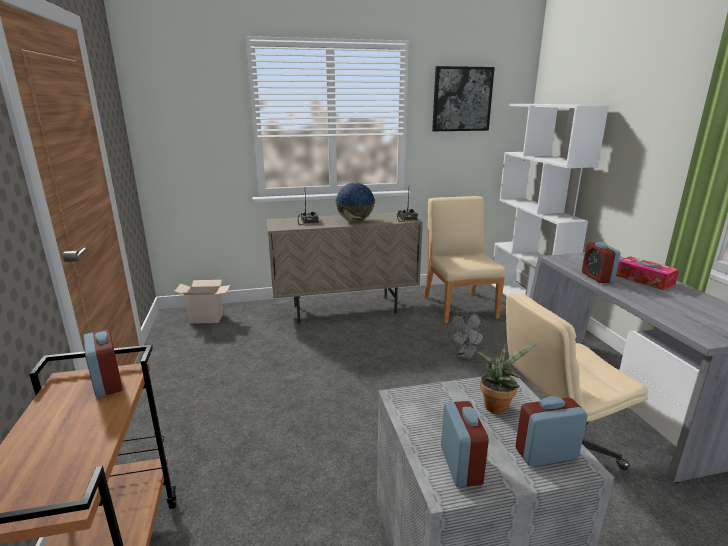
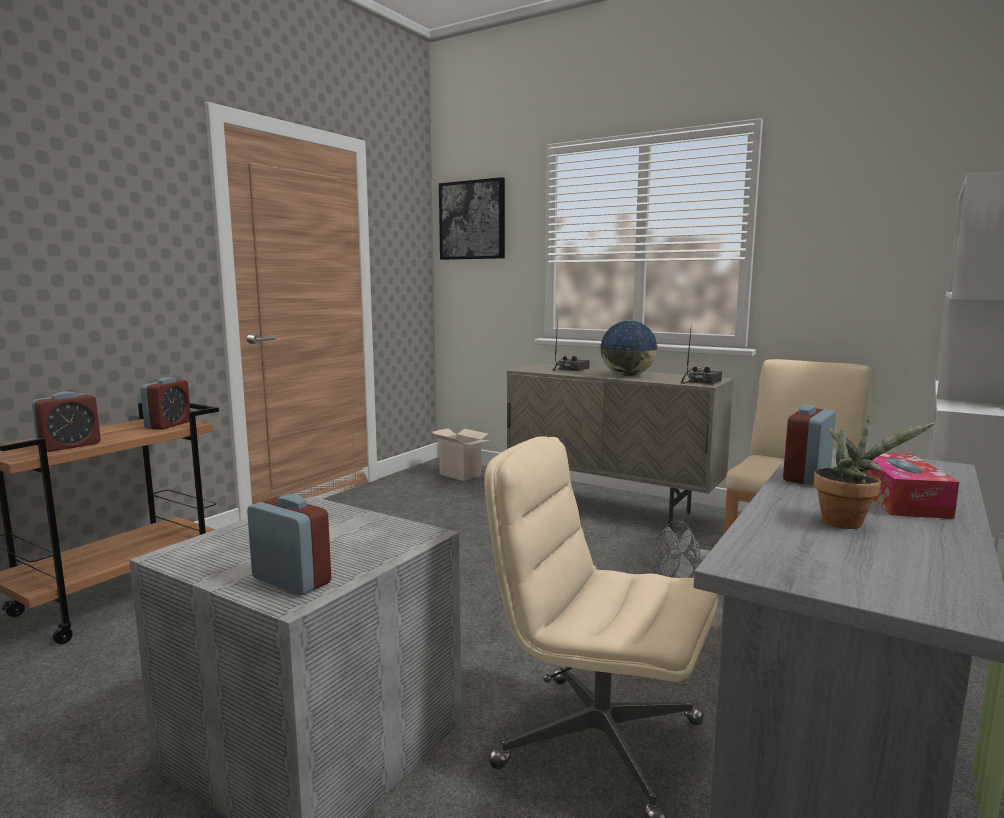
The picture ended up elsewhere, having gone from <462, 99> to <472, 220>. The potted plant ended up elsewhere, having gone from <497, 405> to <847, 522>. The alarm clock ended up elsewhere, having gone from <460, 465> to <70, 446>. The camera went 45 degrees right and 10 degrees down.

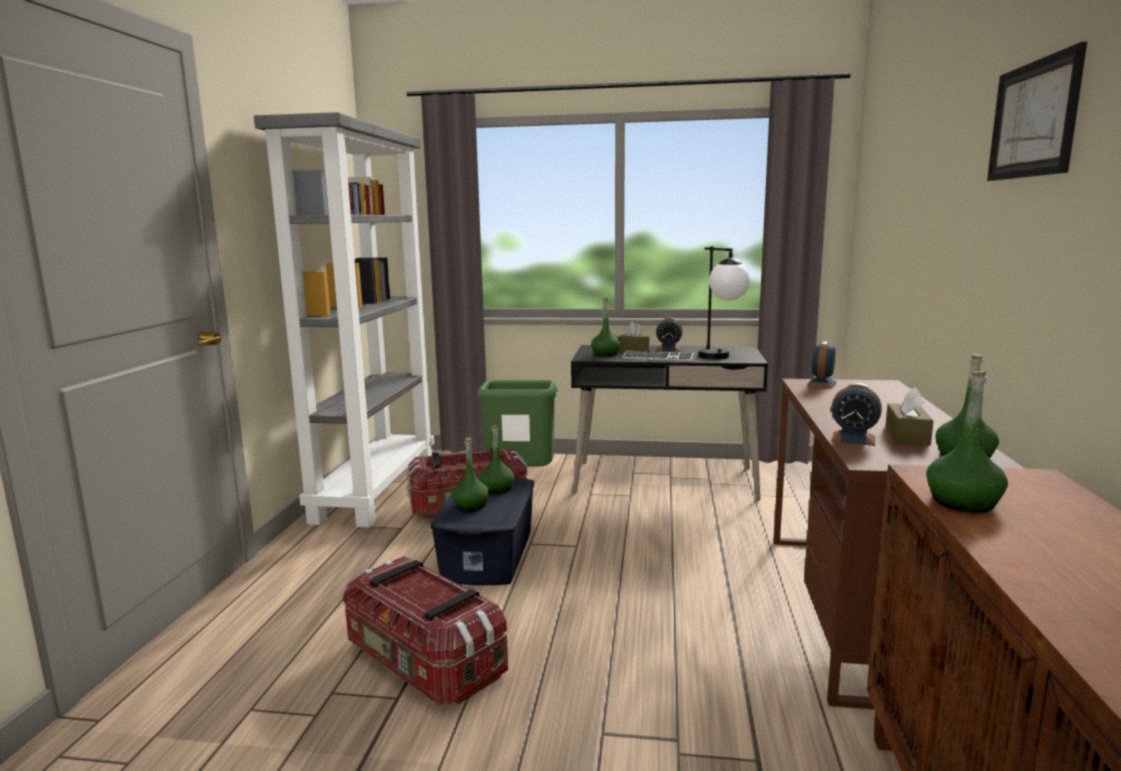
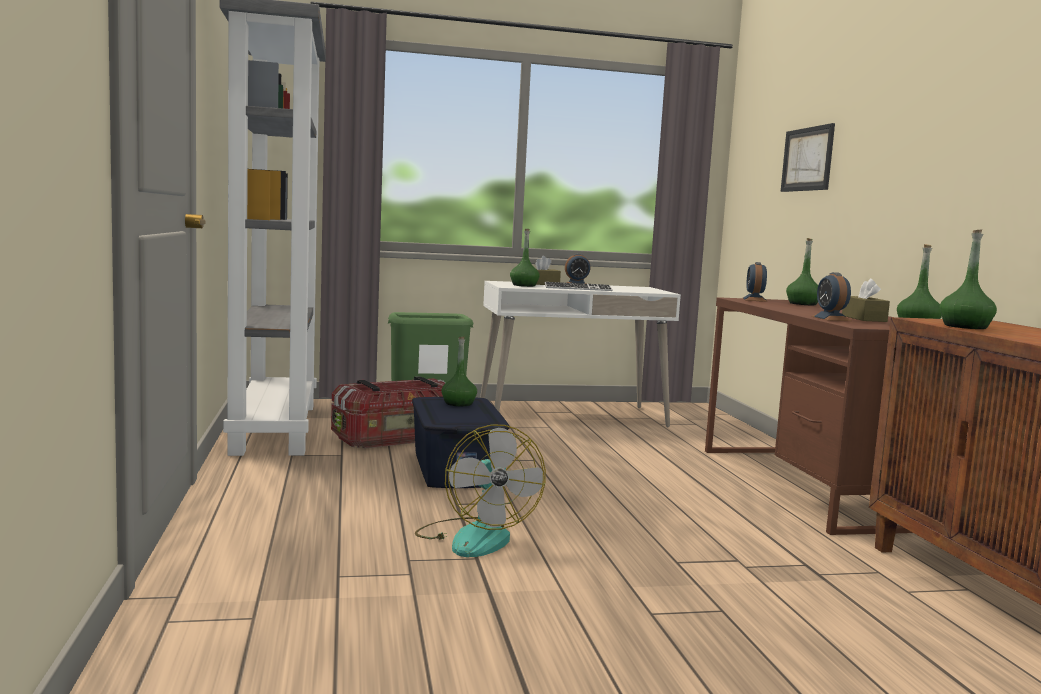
The picture ended up elsewhere, having gone from <1034, 119> to <807, 159>. The second view lost the table lamp at <721, 358>. What was the black desk at <664, 480> turned into the white desk at <571, 416>. The alarm clock at <853, 439> ended up facing another way, 75 degrees clockwise from before. The green bottle ended up elsewhere, having gone from <471, 505> to <803, 304>. Where the storage box stood at <423, 663>, the fan came to stand at <475, 537>. The camera went 20 degrees left and 5 degrees down.

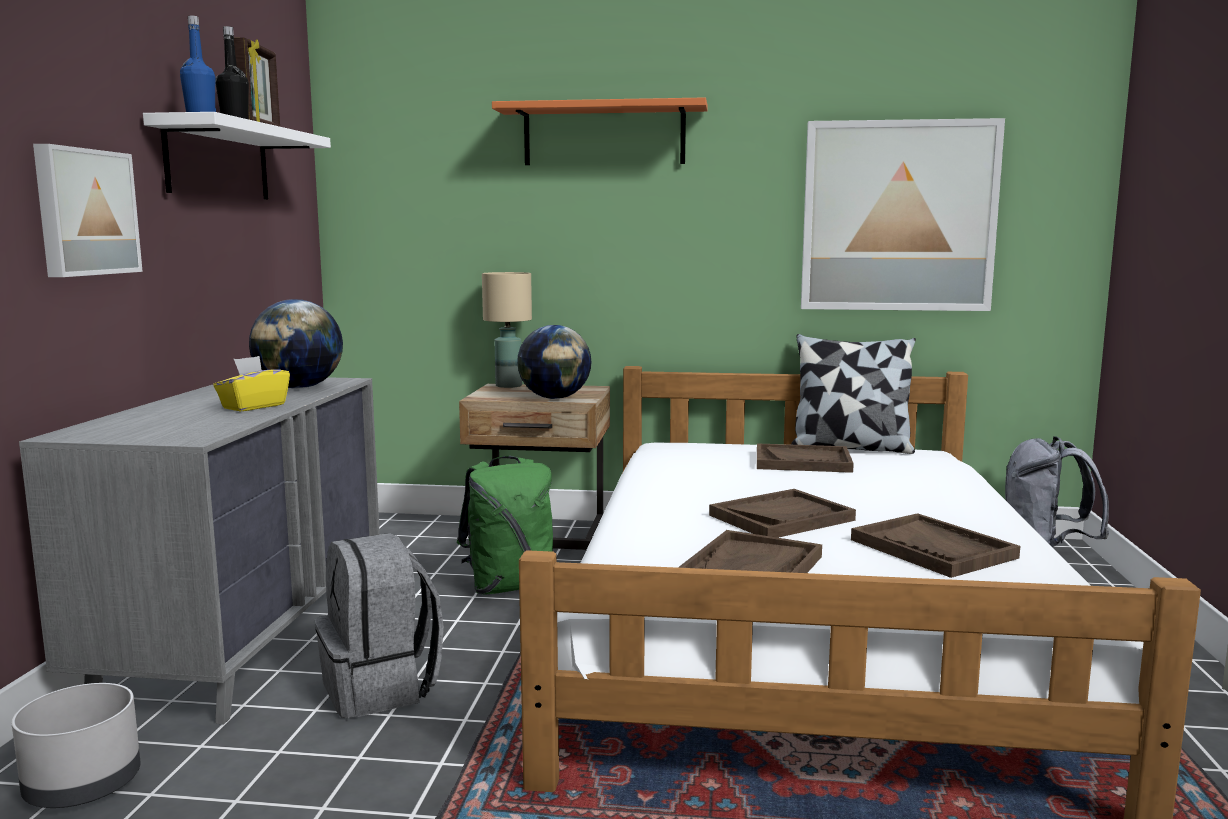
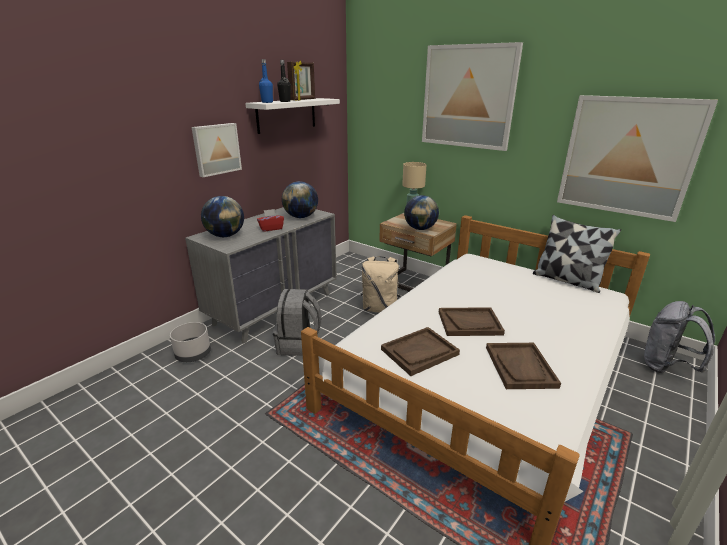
Where the orange shelf hung at <604, 135>, the picture came to hang at <468, 97>. What was the yellow tissue box at <253, 406> turned into the red tissue box at <271, 228>. The second view lost the brown tray at <803, 461>. What was the green backpack at <509, 586> turned into the beige backpack at <380, 308>. The second view gained the globe at <225, 235>. The camera went 30 degrees right and 15 degrees up.

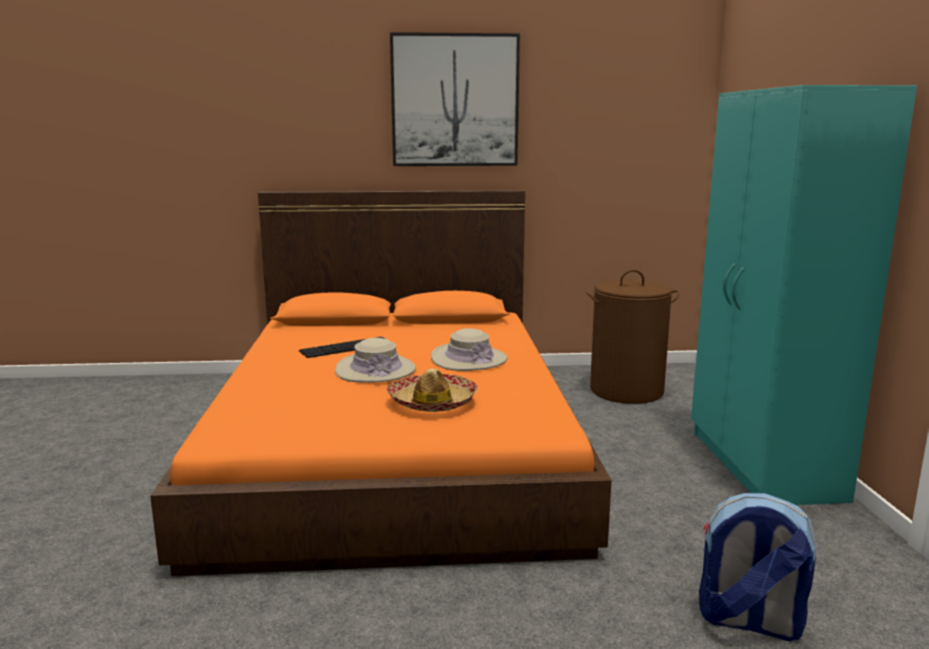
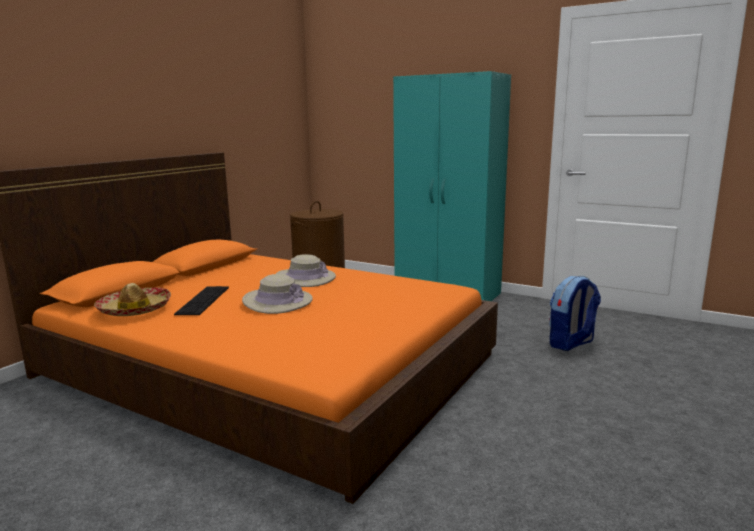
The second view lost the picture at <455, 101>. The hat ended up elsewhere, having gone from <432, 402> to <135, 309>. The camera went 55 degrees left and 0 degrees up.

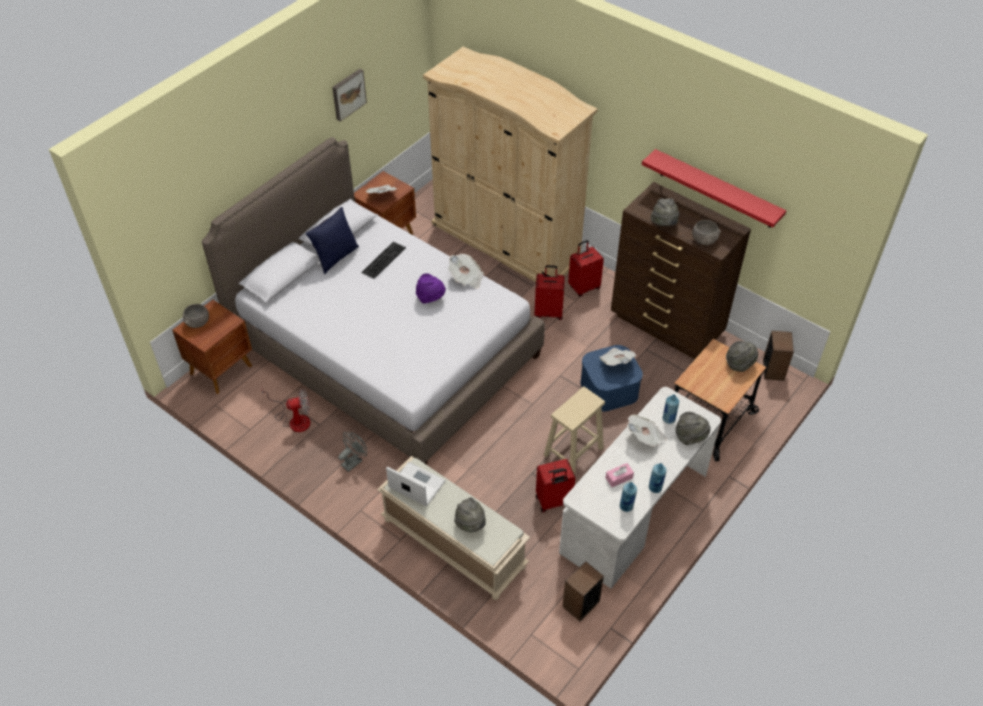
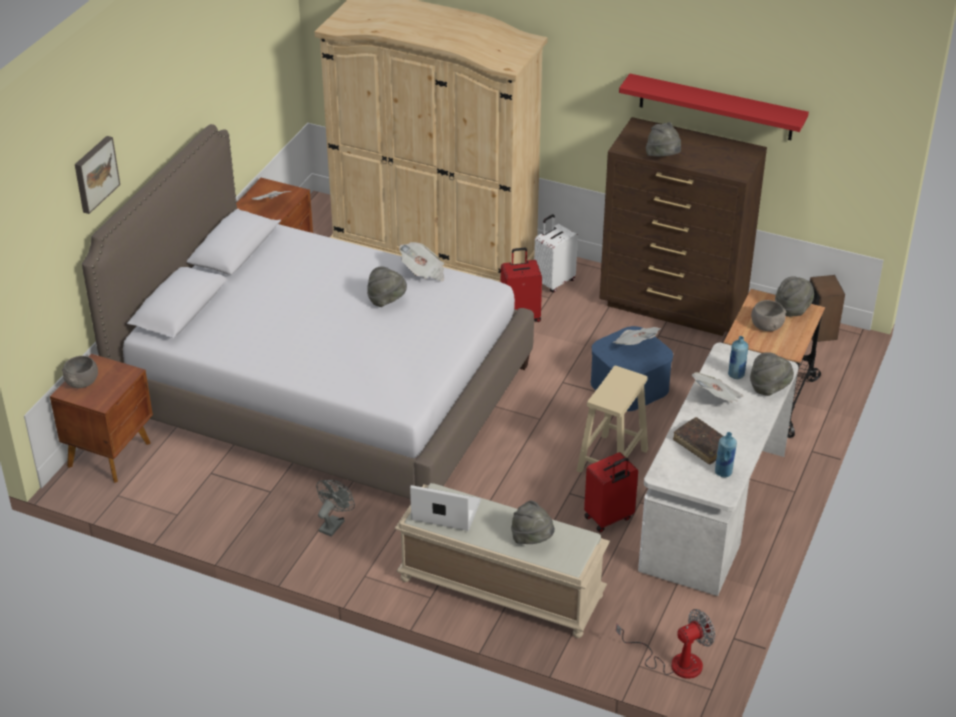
The picture ended up elsewhere, having gone from <348, 94> to <94, 174>. The second view lost the blue pillow at <335, 257>. The grey bowl ended up elsewhere, having gone from <704, 240> to <767, 326>. What was the red suitcase at <584, 287> turned into the white suitcase at <554, 282>. The second view lost the keyboard at <383, 259>. What was the purple hat at <430, 298> turned into the grey hat at <386, 301>. The fan ended up elsewhere, having gone from <294, 420> to <674, 662>. Where the pink tissue box stood at <619, 478>, the brown book came to stand at <702, 445>. The second view lost the blue bottle at <655, 487>. The second view lost the speaker at <580, 604>. The camera went 15 degrees left and 10 degrees down.

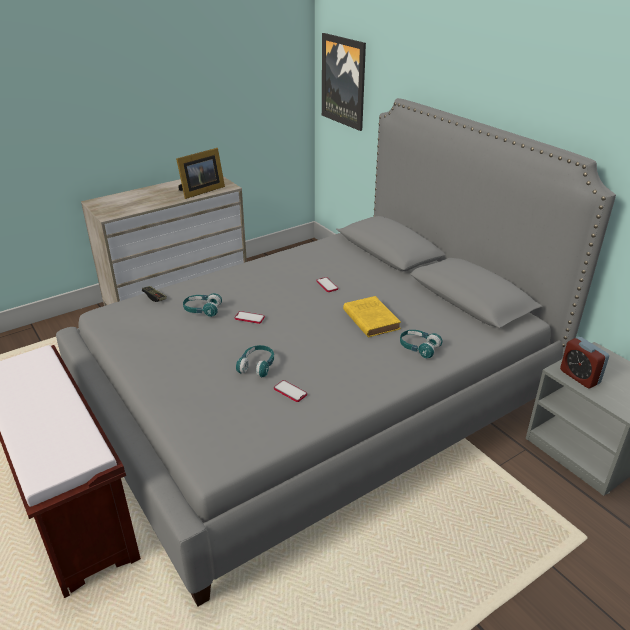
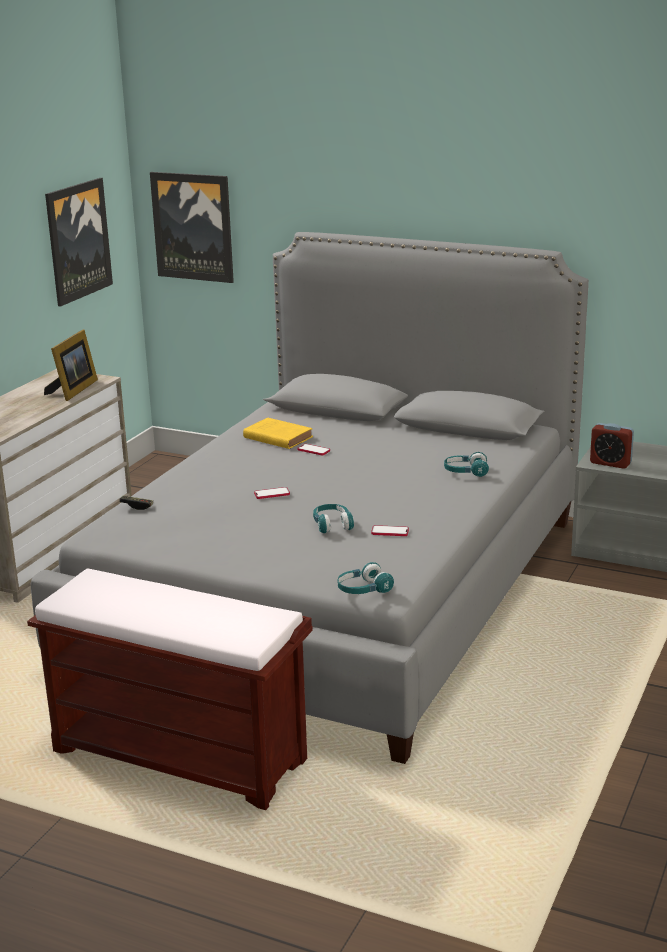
The turquoise headphones ended up elsewhere, having gone from <202, 310> to <363, 590>. The yellow book ended up elsewhere, having gone from <370, 319> to <276, 437>. The second view gained the picture at <77, 241>. The camera went 30 degrees left and 10 degrees down.

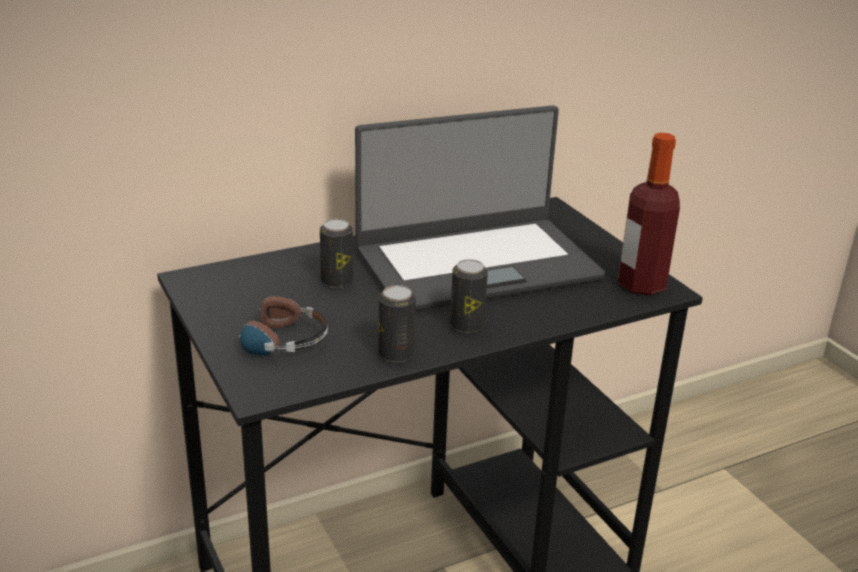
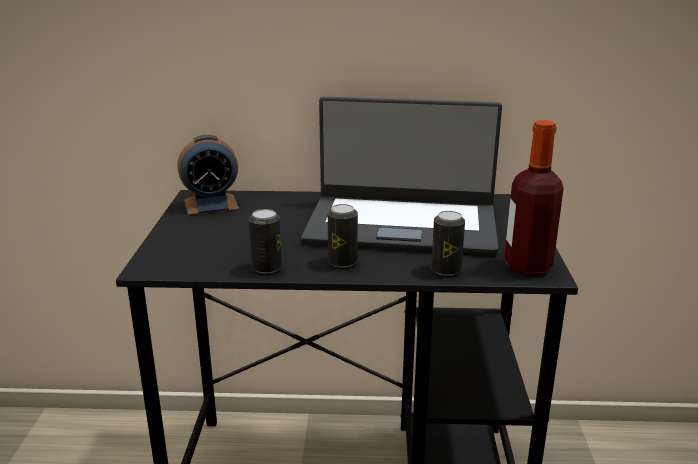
The can ended up elsewhere, having gone from <337, 281> to <446, 270>. The second view lost the headphones at <270, 339>. The second view gained the alarm clock at <211, 205>. The camera went 30 degrees right and 5 degrees down.

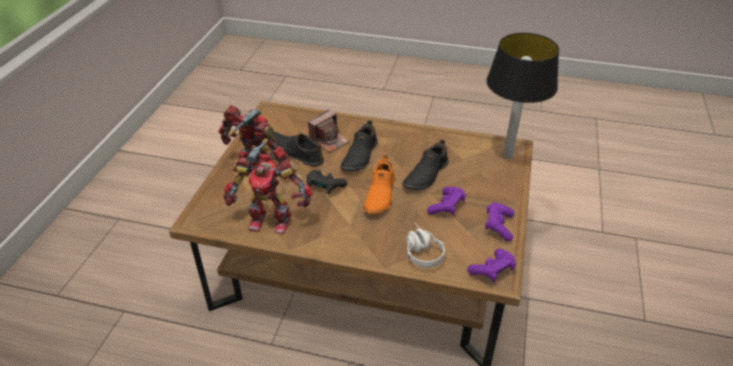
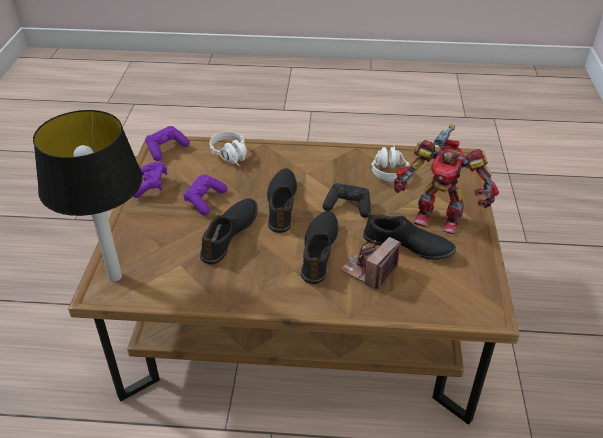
Where the toy robot stood at <270, 219>, the white headphones came to stand at <388, 168>. What was the orange shoe at <379, 195> turned into the black shoe at <282, 204>. The camera went 170 degrees right and 0 degrees up.

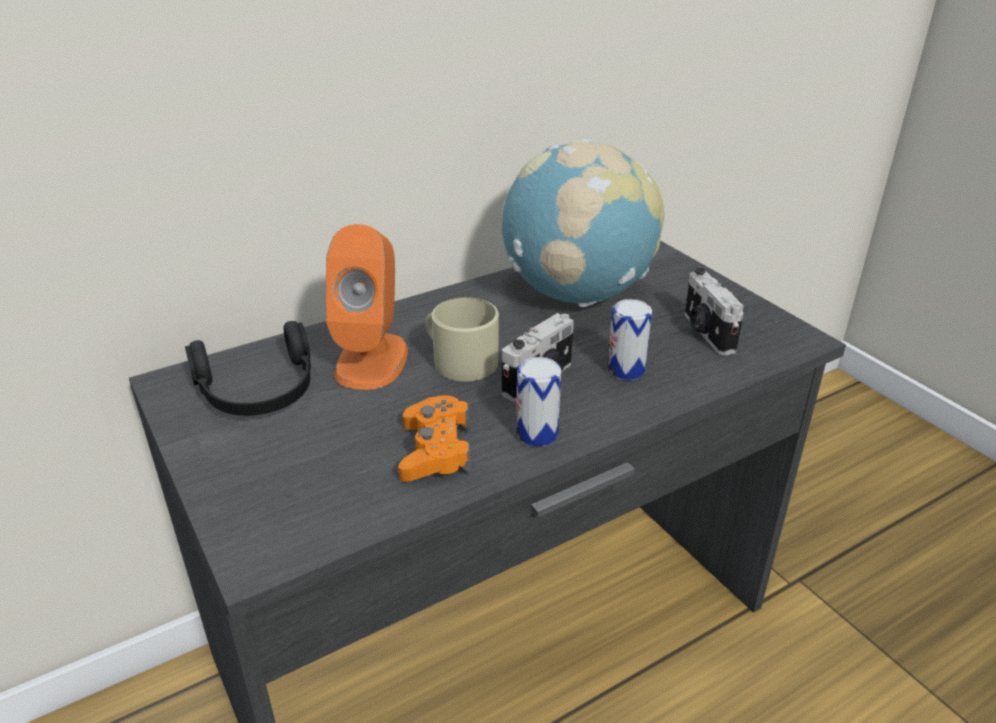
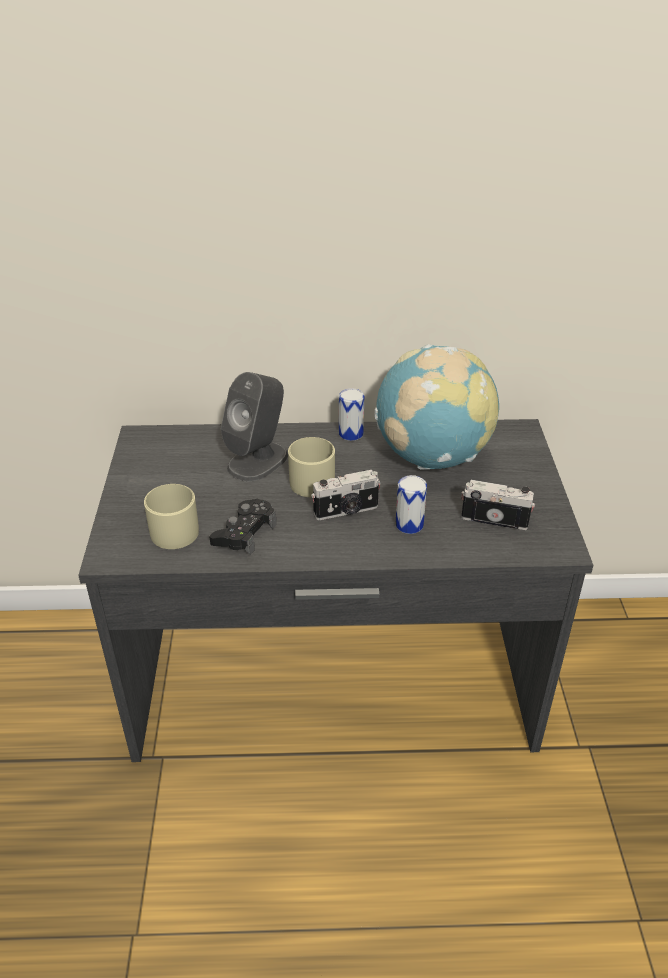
What was the orange speaker at <372, 360> turned into the grey speaker at <258, 461>. The photo camera at <706, 333> ended up facing another way, 90 degrees clockwise from before. The second view lost the black headphones at <259, 391>. The can ended up elsewhere, having gone from <537, 433> to <351, 433>. What was the orange game controller at <435, 450> turned into the black game controller at <244, 533>. The second view gained the beige mug at <177, 528>. The camera went 30 degrees right and 5 degrees up.

